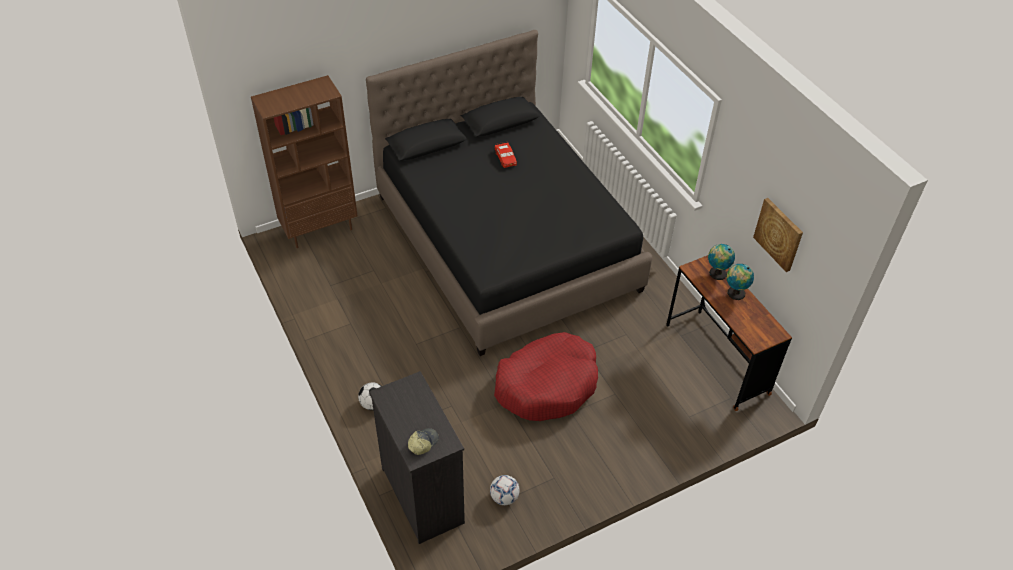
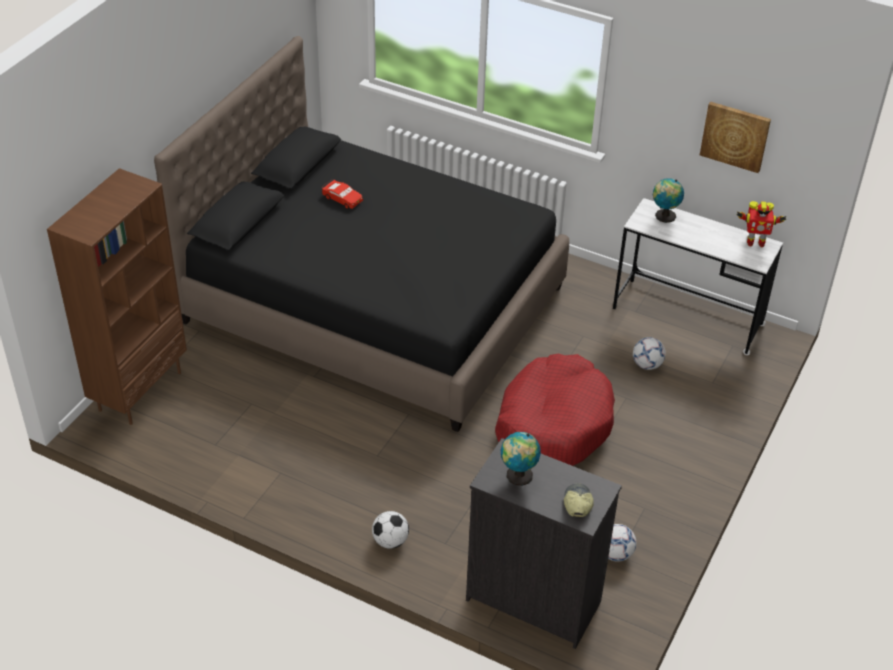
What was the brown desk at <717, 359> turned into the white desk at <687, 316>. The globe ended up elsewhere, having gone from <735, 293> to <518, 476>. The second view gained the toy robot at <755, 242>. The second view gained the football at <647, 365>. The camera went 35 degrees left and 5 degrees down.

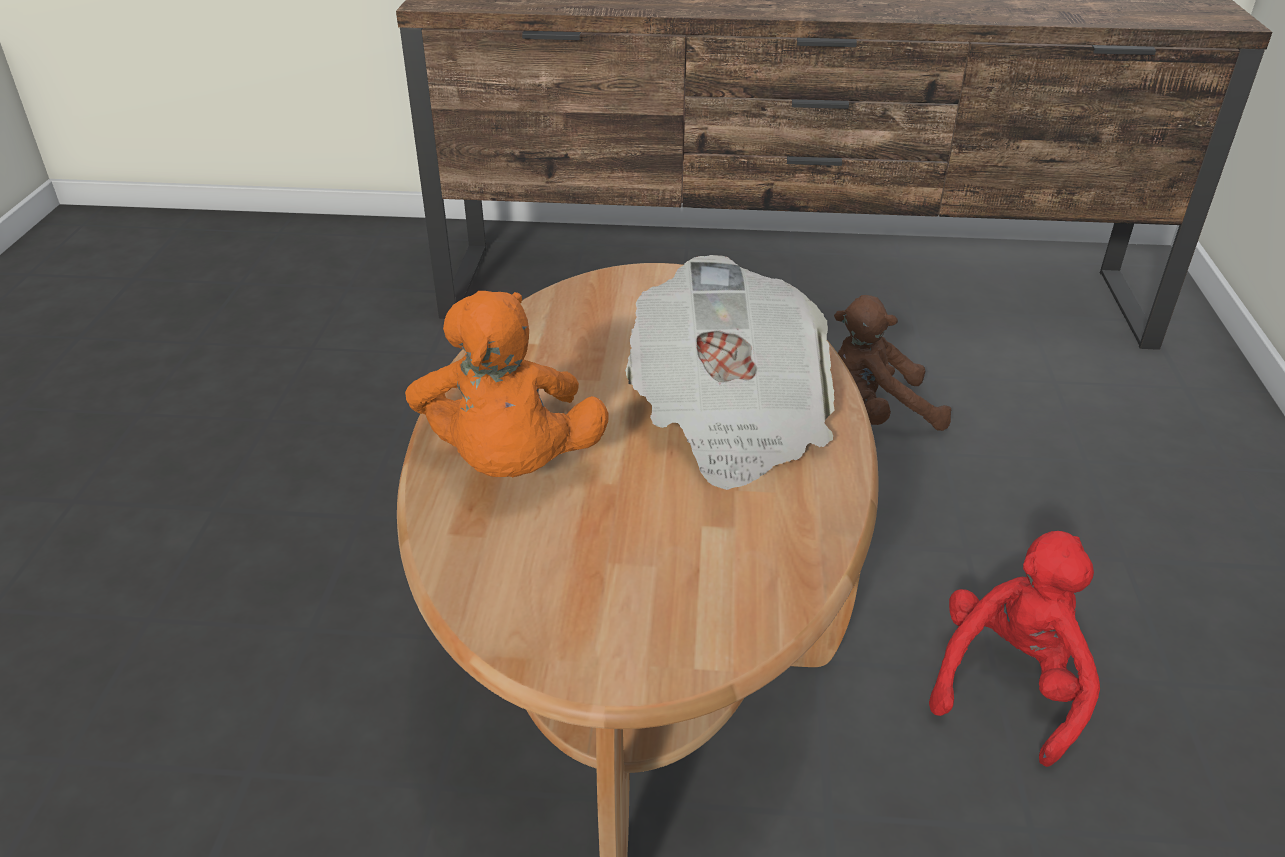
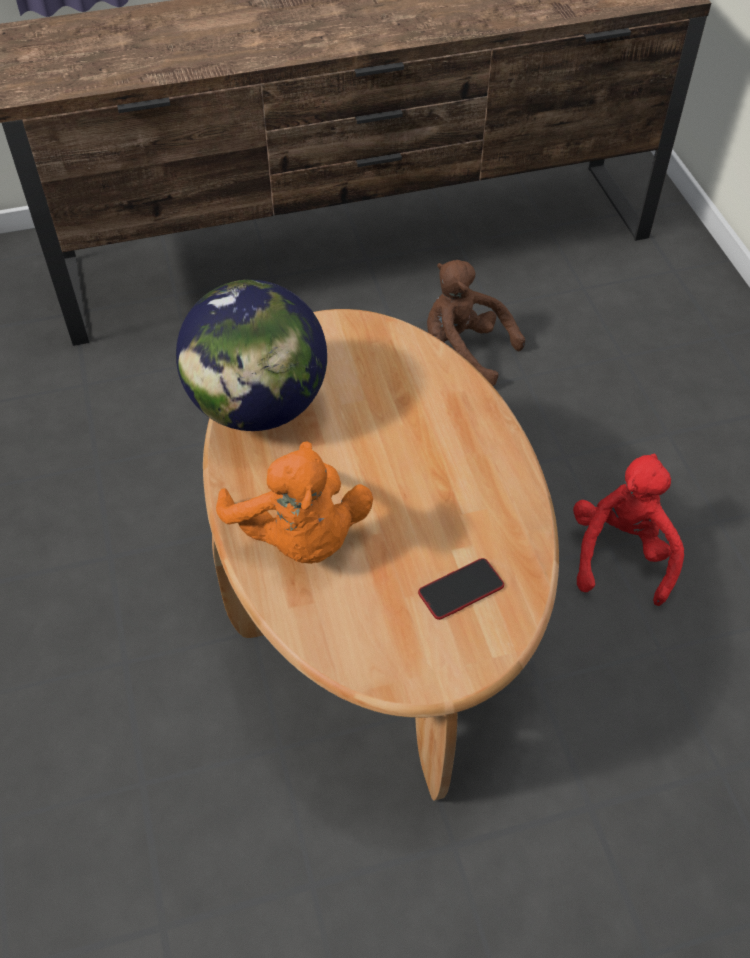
The second view lost the newspaper at <729, 418>. The brown plush toy at <874, 413> ended up facing another way, 60 degrees clockwise from before. The second view gained the globe at <258, 406>. The second view gained the phone at <461, 589>. The camera went 20 degrees left and 15 degrees up.

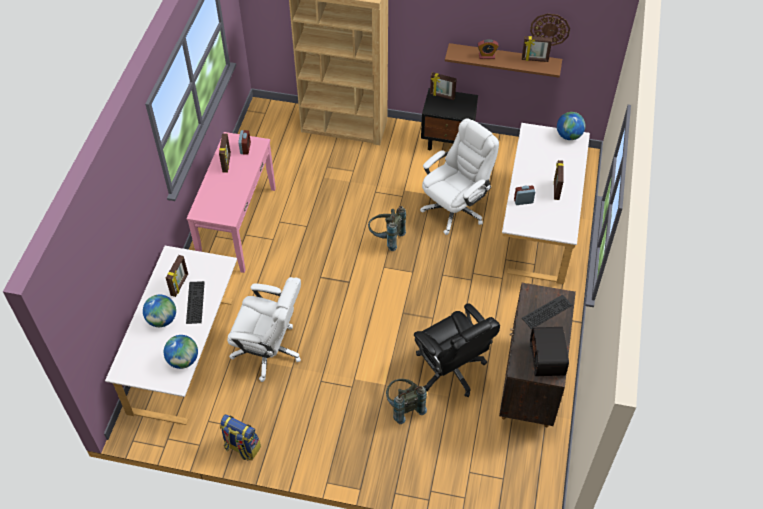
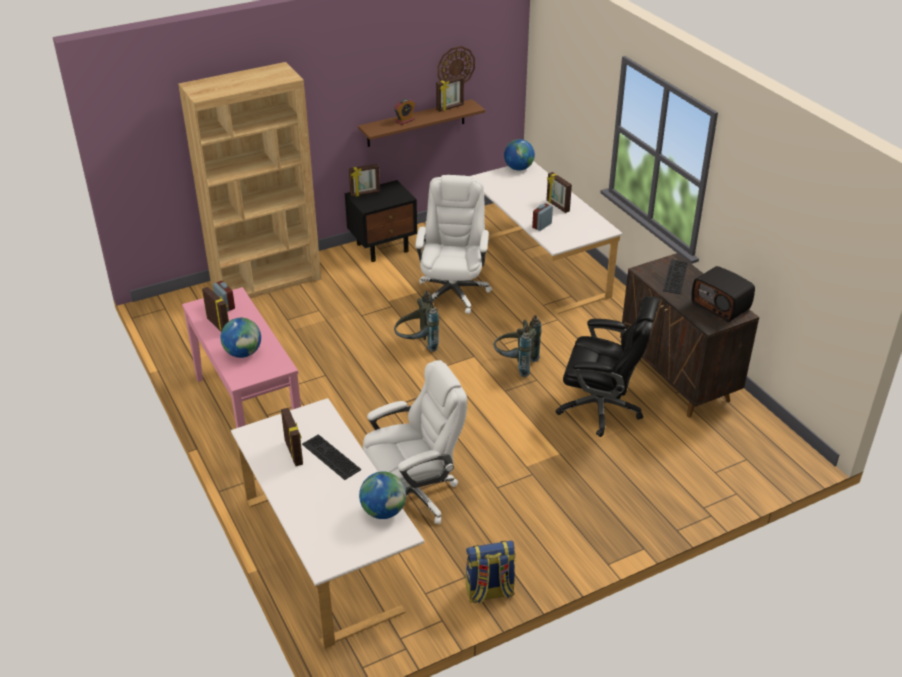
The globe ended up elsewhere, having gone from <162, 320> to <243, 353>. The grey backpack ended up elsewhere, having gone from <403, 406> to <515, 364>. The camera went 40 degrees left and 15 degrees down.

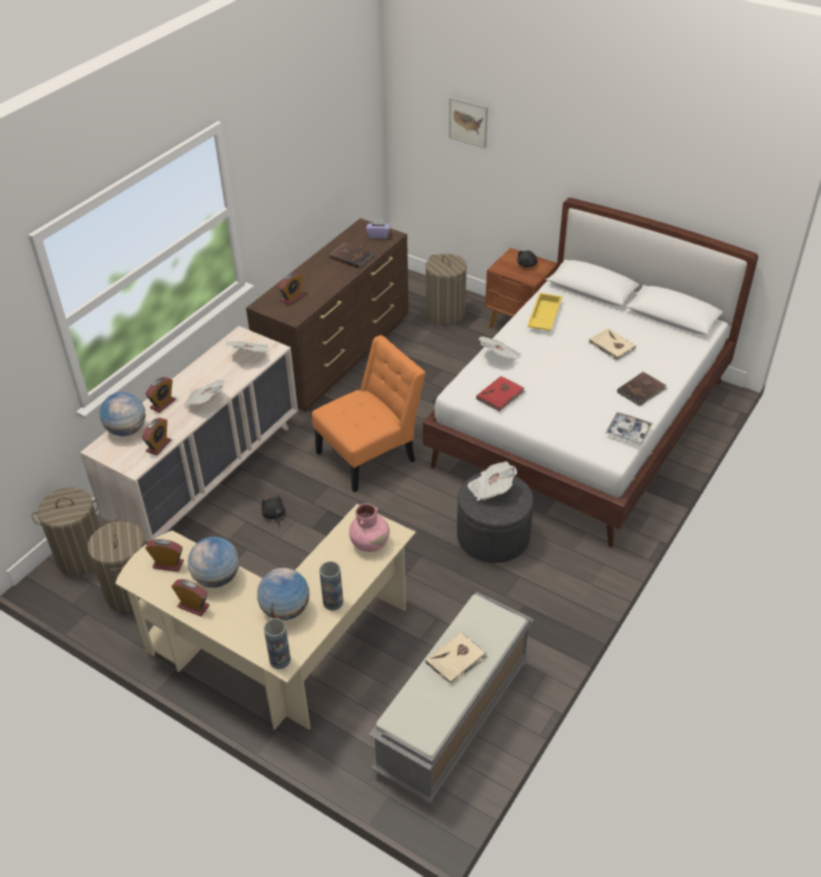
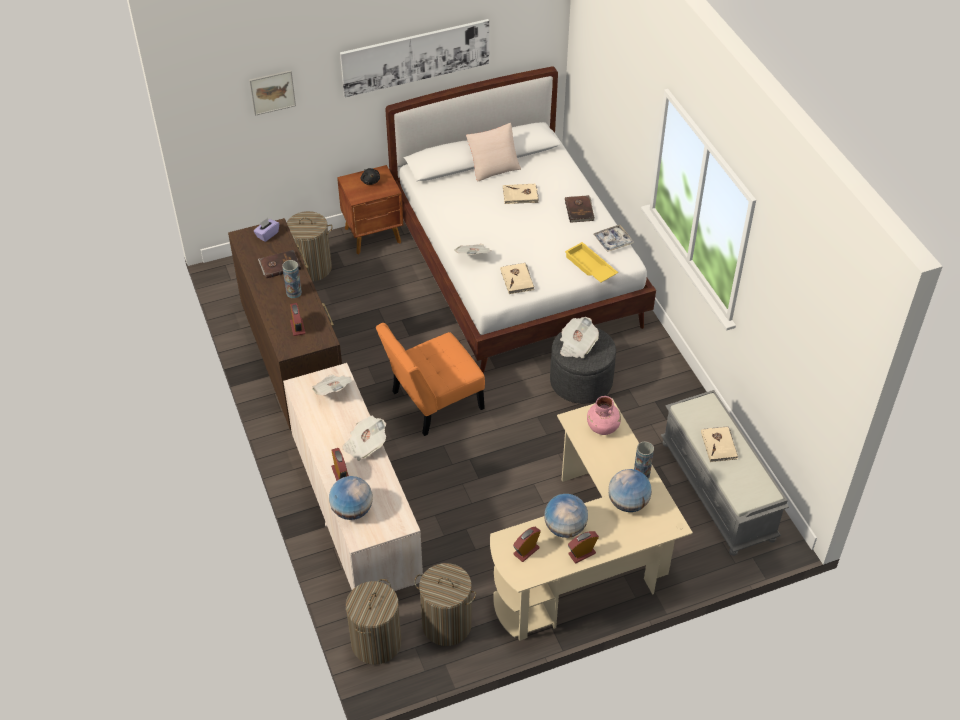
The yellow tray ended up elsewhere, having gone from <543, 316> to <589, 267>. The orange chair at <370, 454> ended up facing another way, 120 degrees counterclockwise from before. What was the red book at <500, 395> turned into the beige book at <517, 279>. The second view lost the alarm clock at <158, 446>. The second view lost the black plush toy at <274, 515>. The vase ended up elsewhere, having gone from <280, 659> to <294, 292>. The second view gained the picture at <415, 57>. The second view gained the beige pillow at <493, 167>. The camera went 55 degrees left and 5 degrees up.

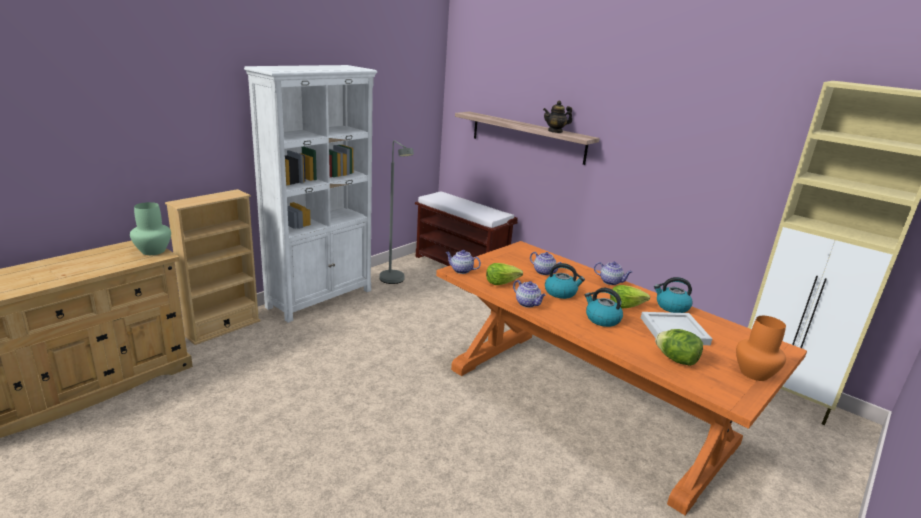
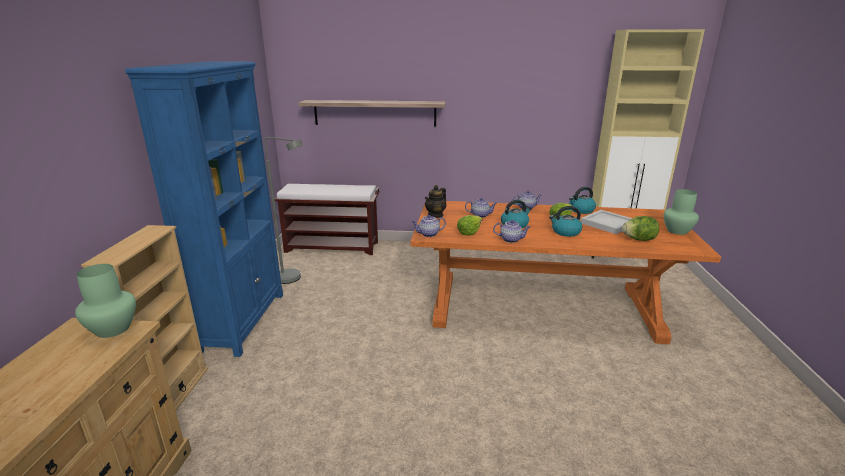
What was the white bookcase at <321, 298> turned into the blue bookcase at <244, 321>. The teapot ended up elsewhere, having gone from <555, 131> to <435, 215>. What was the orange vase at <754, 373> turned into the green vase at <677, 231>. The camera went 35 degrees left and 0 degrees up.

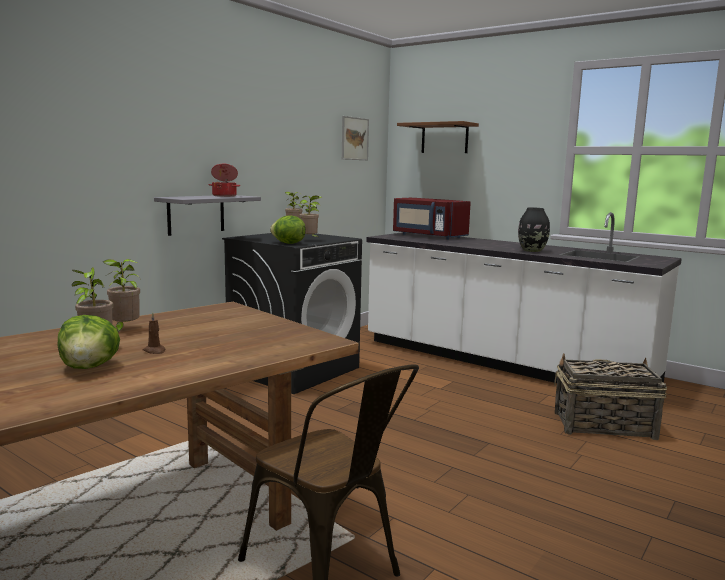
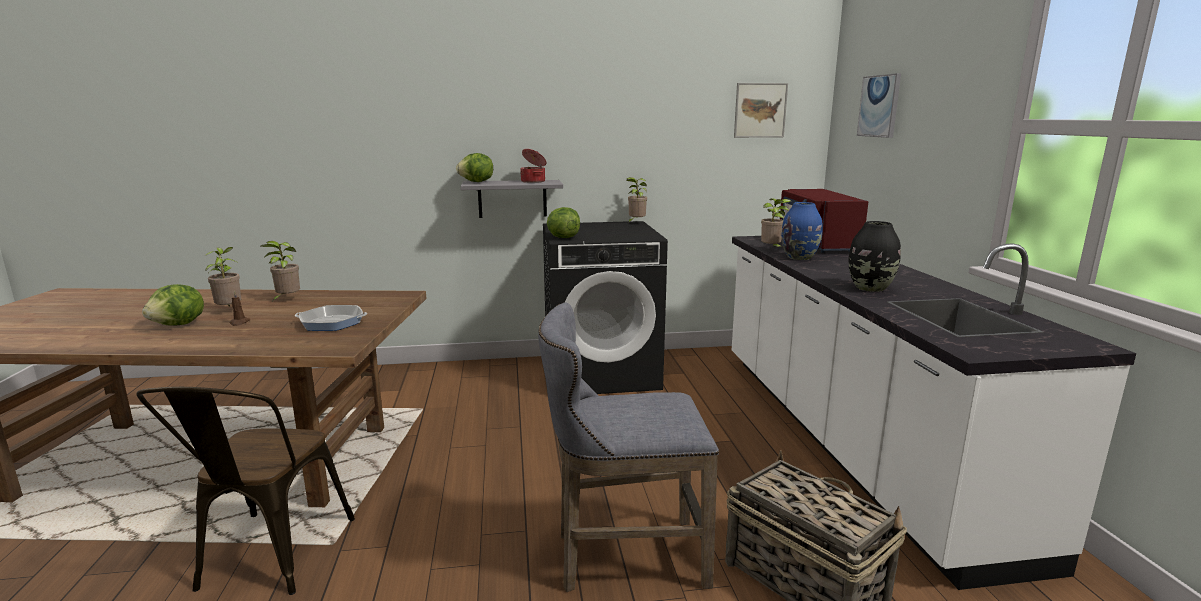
Where the brown shelf hung at <444, 138>, the picture came to hang at <879, 106>. The potted plant ended up elsewhere, having gone from <310, 239> to <772, 249>. The second view gained the lettuce at <477, 182>. The second view gained the blue vase at <799, 257>. The second view gained the grey stool at <622, 557>. The second view gained the frying pan at <332, 323>. The camera went 45 degrees right and 5 degrees up.

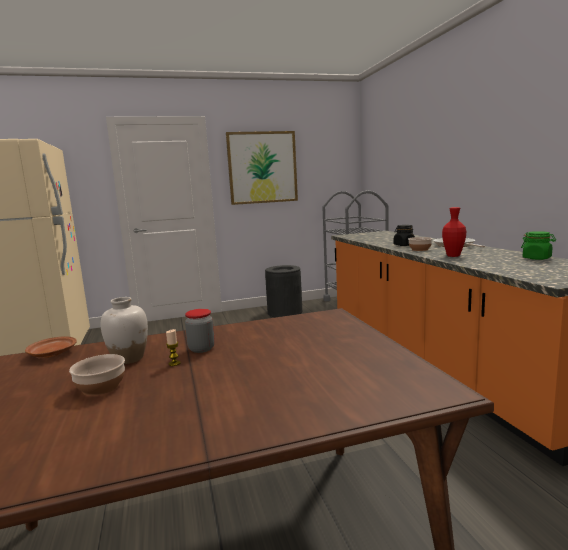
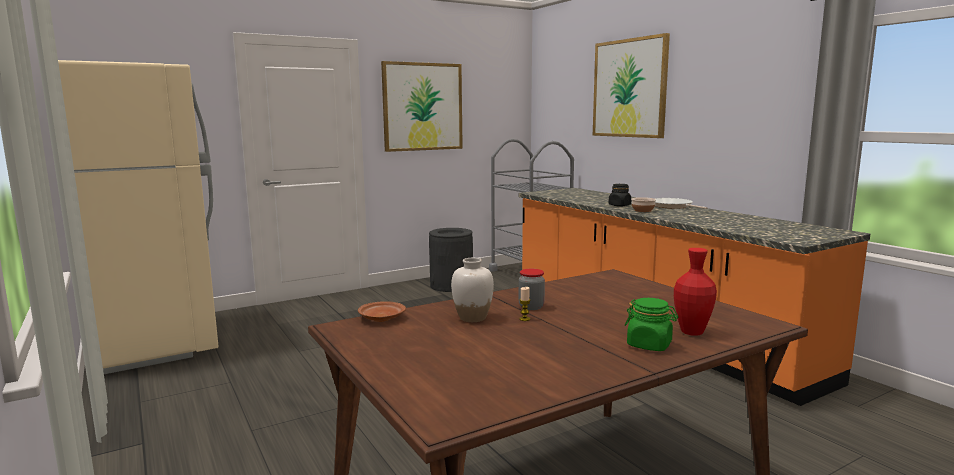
The red vase ended up elsewhere, having gone from <453, 256> to <692, 332>. The green jar ended up elsewhere, having gone from <537, 258> to <649, 345>. The second view lost the bowl at <100, 387>. The second view gained the picture at <629, 88>. The camera went 15 degrees left and 0 degrees up.

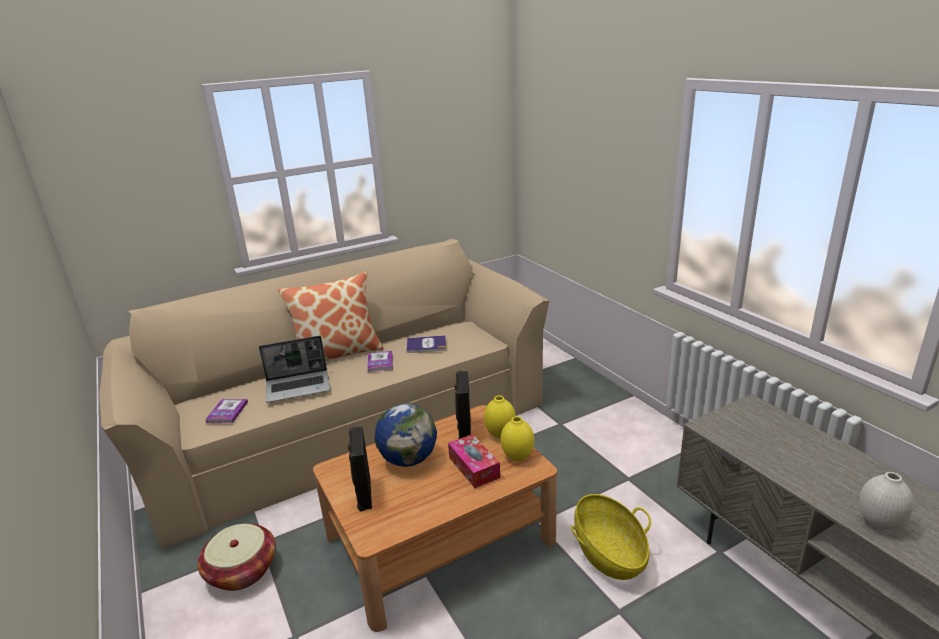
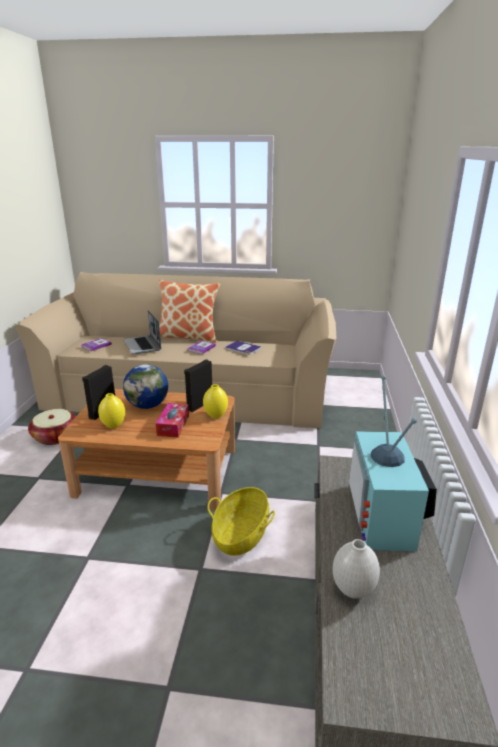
The laptop at <299, 387> ended up facing another way, 45 degrees clockwise from before. The yellow vase ended up elsewhere, having gone from <517, 457> to <113, 425>. The second view gained the television at <386, 516>. The camera went 35 degrees right and 0 degrees up.

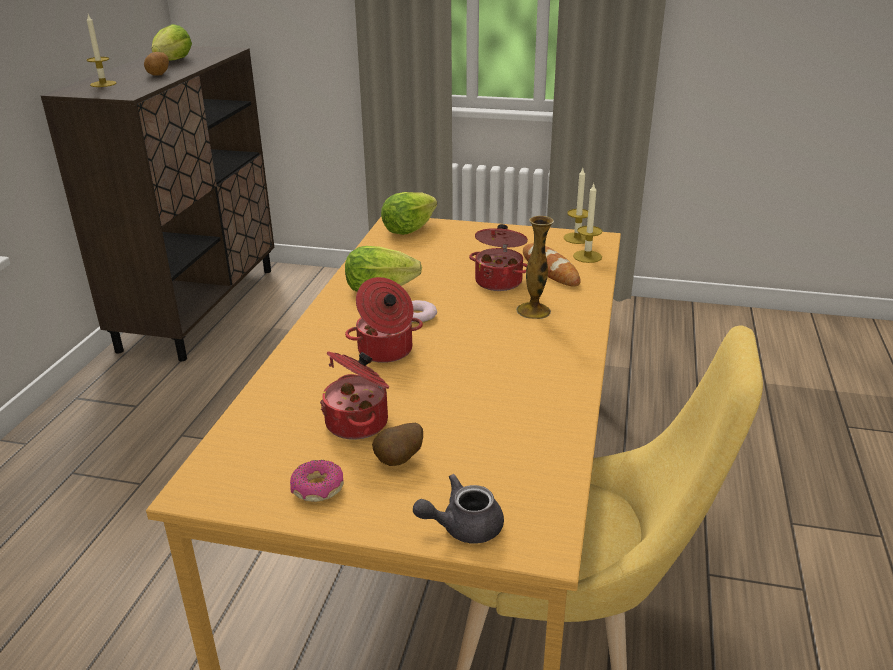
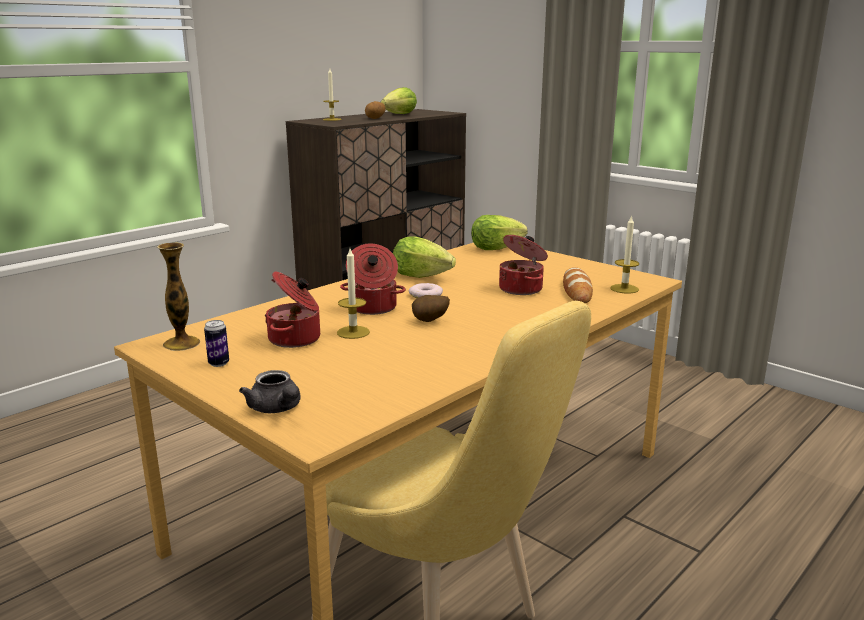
The candle ended up elsewhere, having gone from <577, 238> to <353, 332>. The vase ended up elsewhere, having gone from <533, 311> to <181, 343>. The potato ended up elsewhere, having gone from <400, 461> to <430, 321>. Where the donut stood at <317, 488>, the can came to stand at <218, 363>. The grey teapot at <462, 527> ended up facing another way, 135 degrees counterclockwise from before. The camera went 30 degrees right and 10 degrees down.

